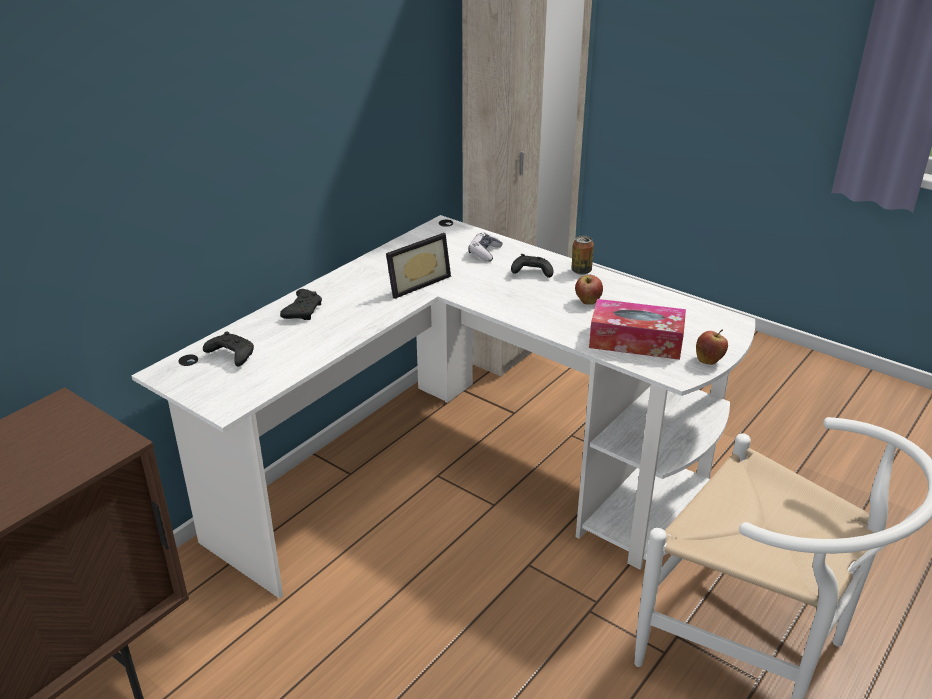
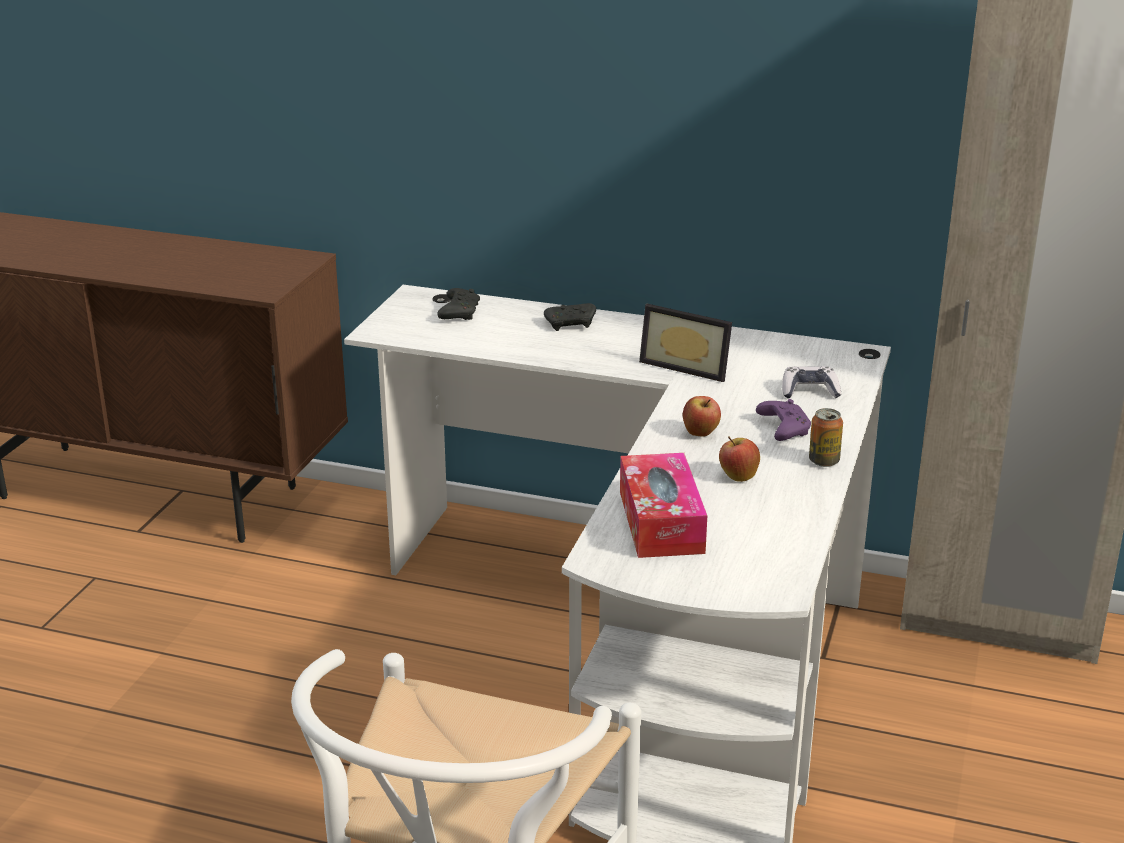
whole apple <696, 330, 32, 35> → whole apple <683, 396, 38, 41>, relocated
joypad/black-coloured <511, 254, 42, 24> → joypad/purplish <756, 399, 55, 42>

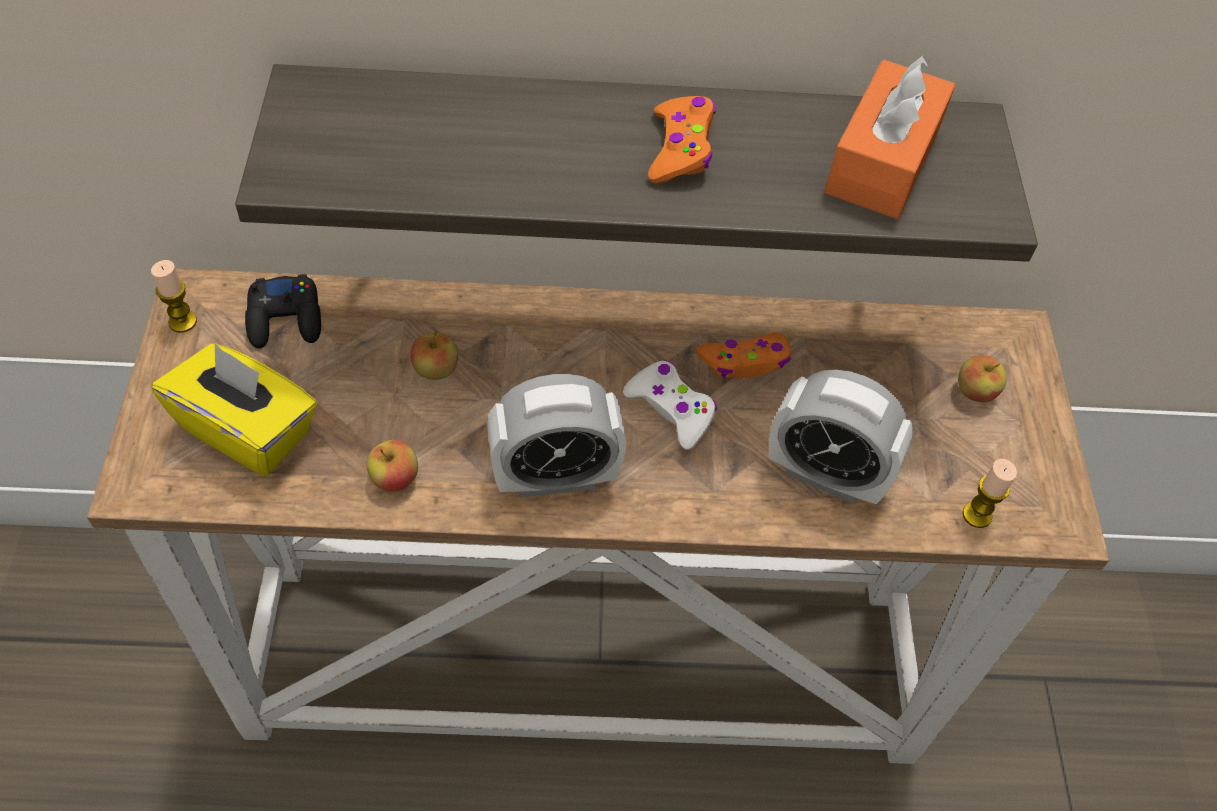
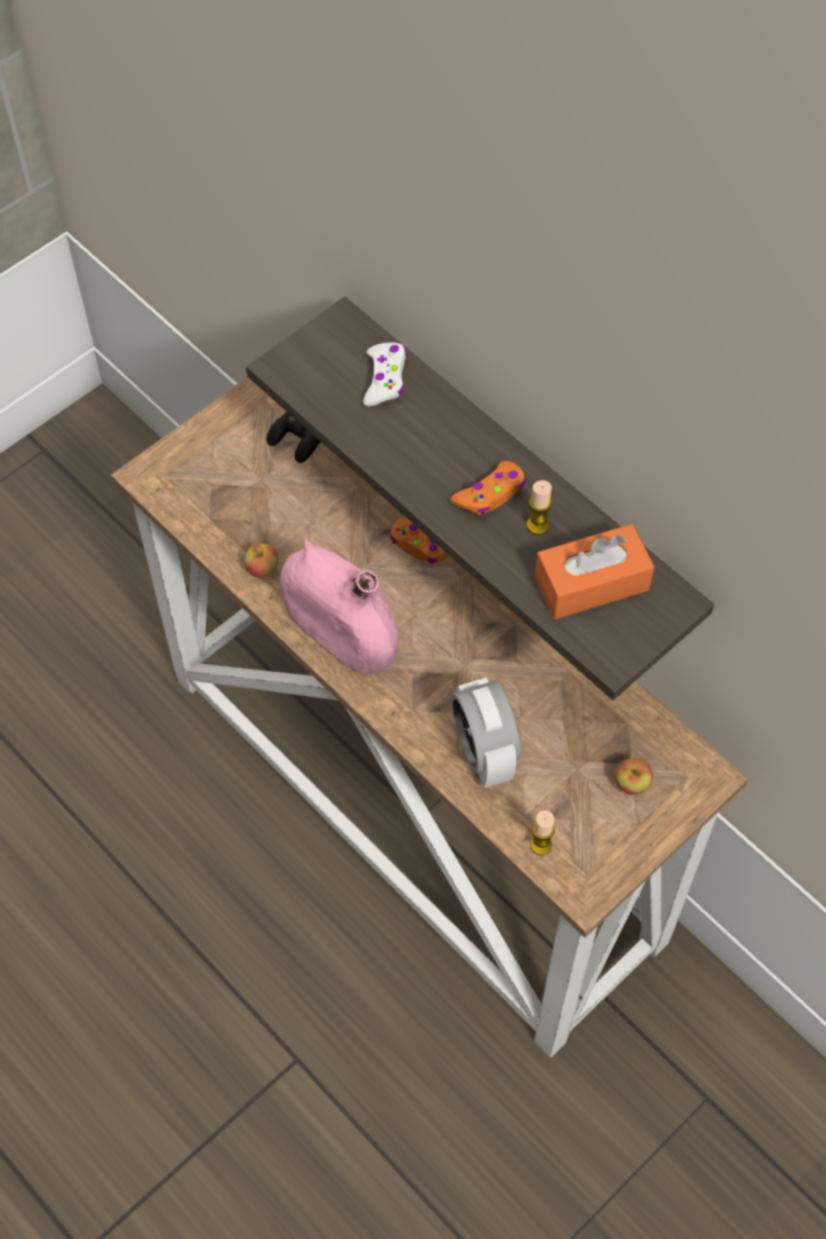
alarm clock <487, 374, 140, 123> → decorative vase/pink <280, 538, 119, 136>
joypad/white-coloured <623, 360, 94, 90> → joypad/white-coloured <363, 342, 44, 65>, relocated
joypad/orangey <696, 332, 95, 47> → joypad/orangey <390, 518, 59, 46>, relocated
wax candle <151, 260, 46, 73> → wax candle <527, 480, 25, 55>, relocated
box of tissues/yellow-coloured <152, 343, 165, 133> → -
whole apple <410, 331, 48, 49> → -

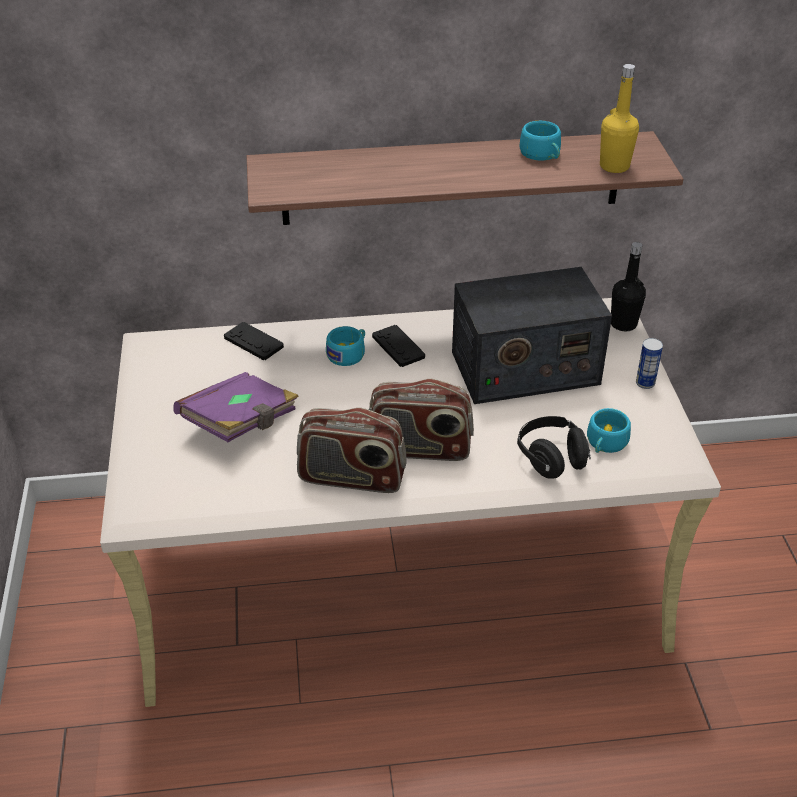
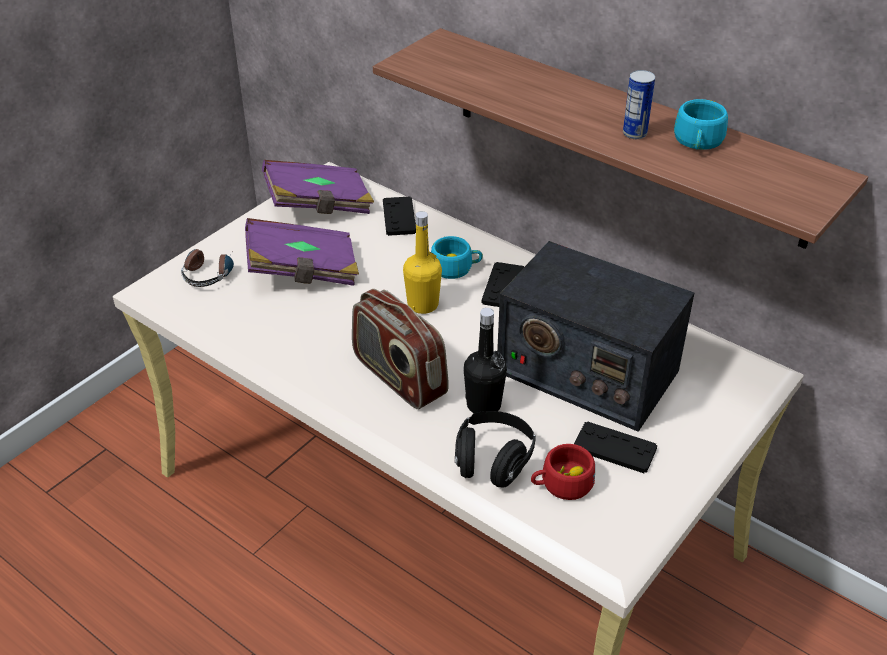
- → pair of headphones <181, 249, 53, 38>
- → volume/purplish <262, 160, 112, 54>
beverage bottle/yellow-coloured <600, 64, 39, 109> → beverage bottle/yellow-coloured <403, 211, 39, 103>, relocated
beverage bottle/black-coloured <611, 242, 35, 89> → beverage bottle/black-coloured <464, 308, 43, 105>, relocated
cup/turquoise-coloured <587, 408, 44, 45> → cup/red <531, 444, 64, 56>
- → joypad/black-coloured <574, 421, 83, 52>
sealed can <636, 338, 27, 51> → sealed can <623, 70, 32, 69>, relocated
radio <297, 408, 110, 85> → -

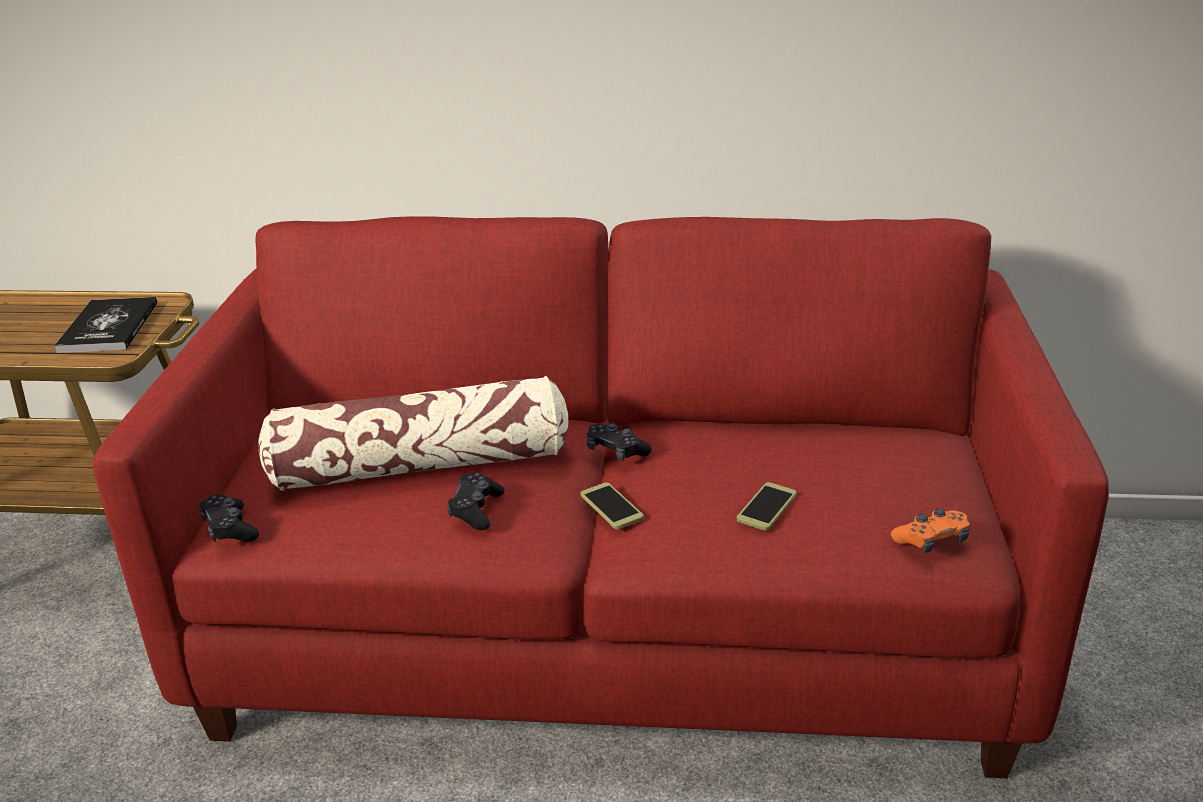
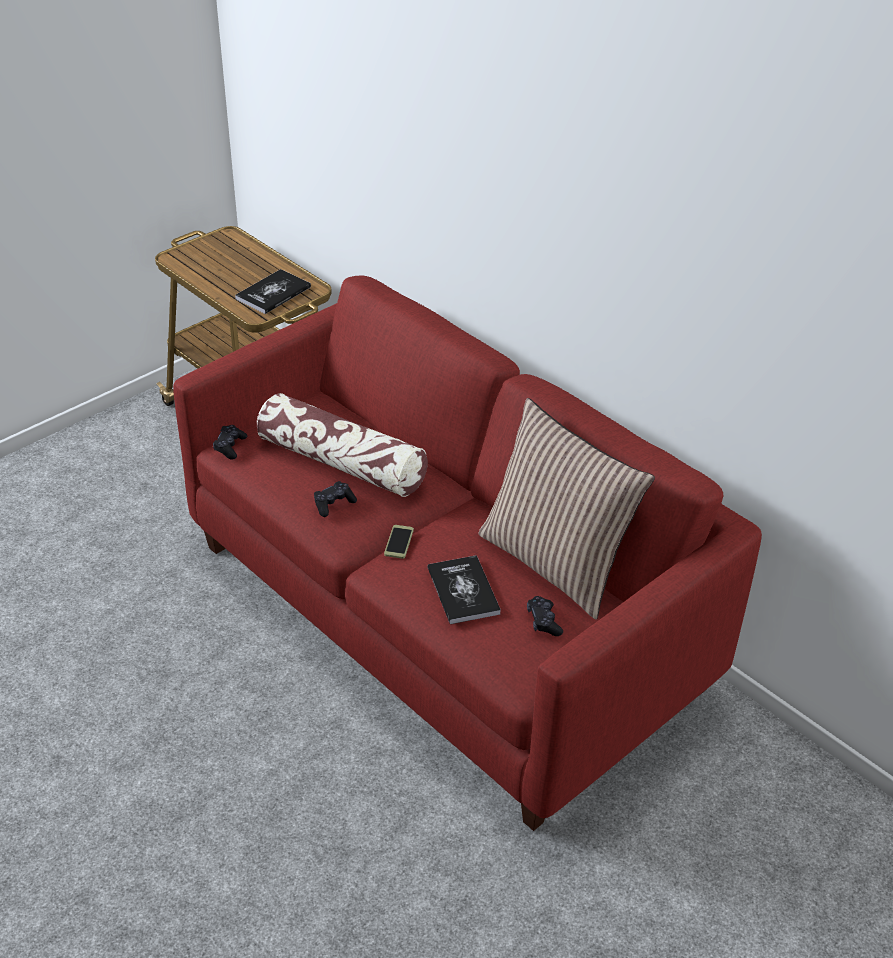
telephone <737, 482, 60, 49> → volume <427, 555, 74, 69>
- → cushion <478, 398, 177, 221>
joypad/black-coloured <587, 423, 65, 38> → joypad/black-coloured <527, 596, 36, 40>, relocated
joypad/orangey <891, 508, 79, 45> → -

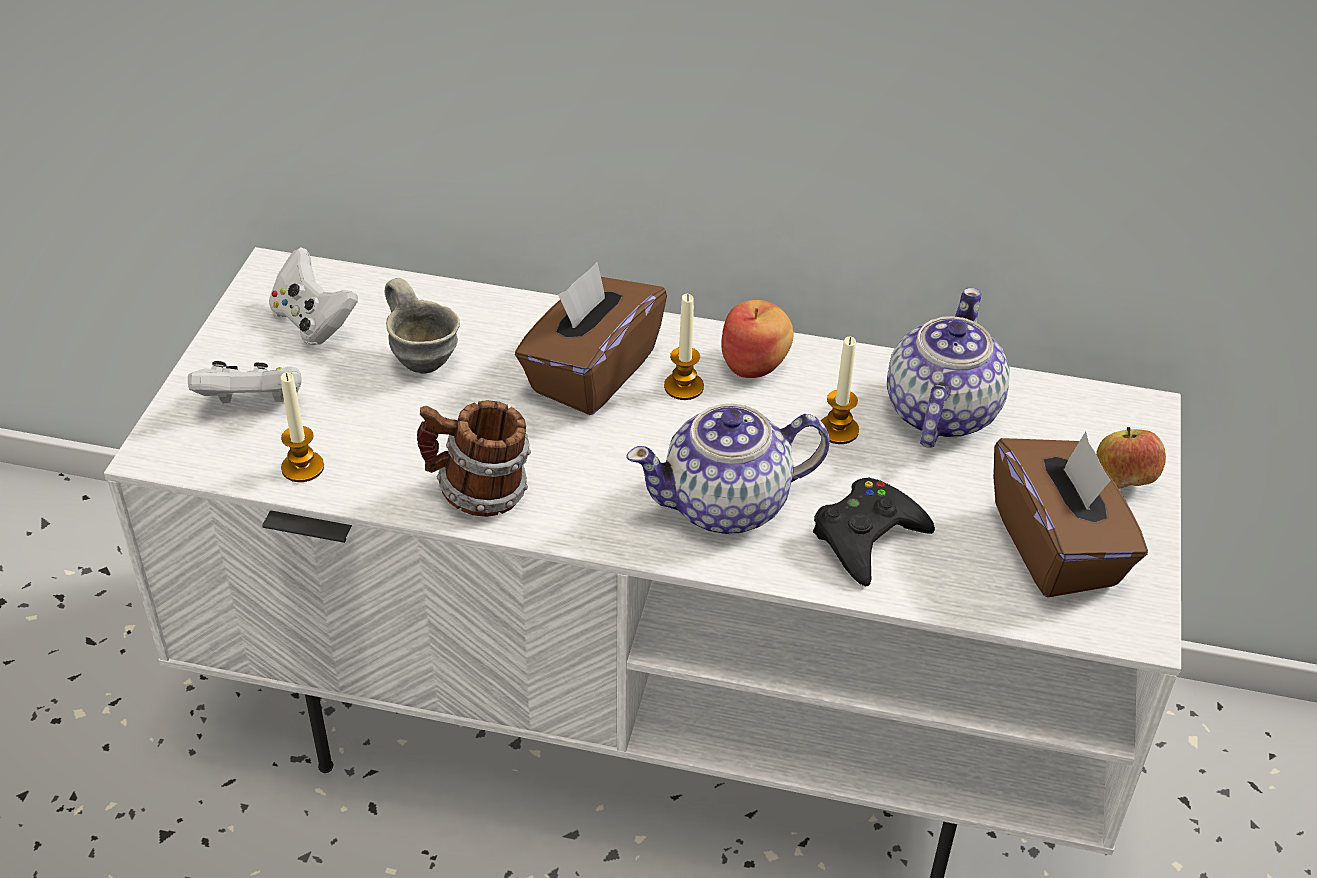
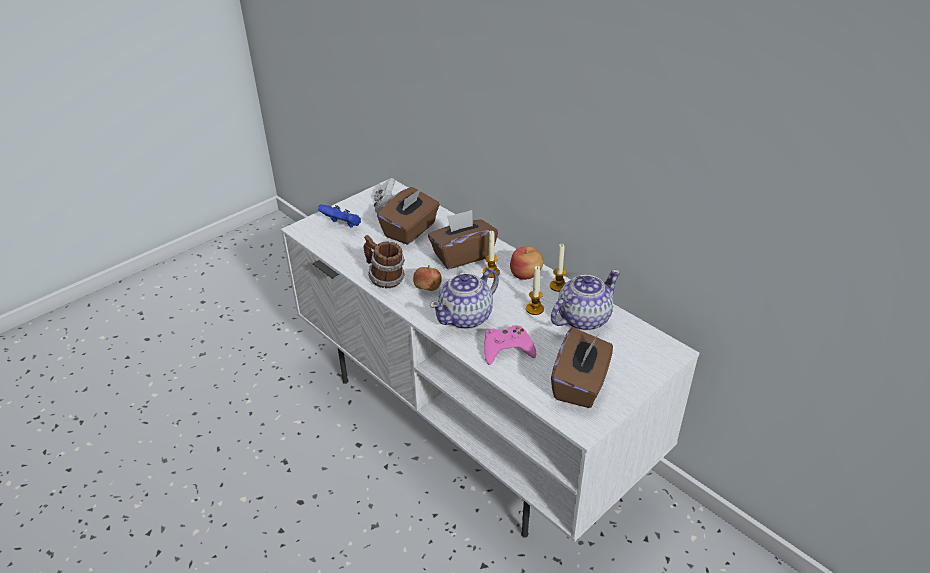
joypad/white-coloured <188, 361, 114, 43> → joypad/blue <318, 204, 43, 24>
coffee mug/grey <385, 278, 75, 96> → box of tissues/brown <377, 187, 63, 58>
whole apple <1096, 427, 70, 61> → whole apple <413, 265, 29, 26>, relocated
teapot <626, 404, 204, 130> → teapot <430, 269, 69, 60>, 60 degrees counterclockwise
joypad/black-coloured <813, 478, 122, 108> → joypad/pink <484, 325, 52, 40>
wax candle <281, 373, 43, 109> → wax candle <550, 244, 16, 48>, relocated

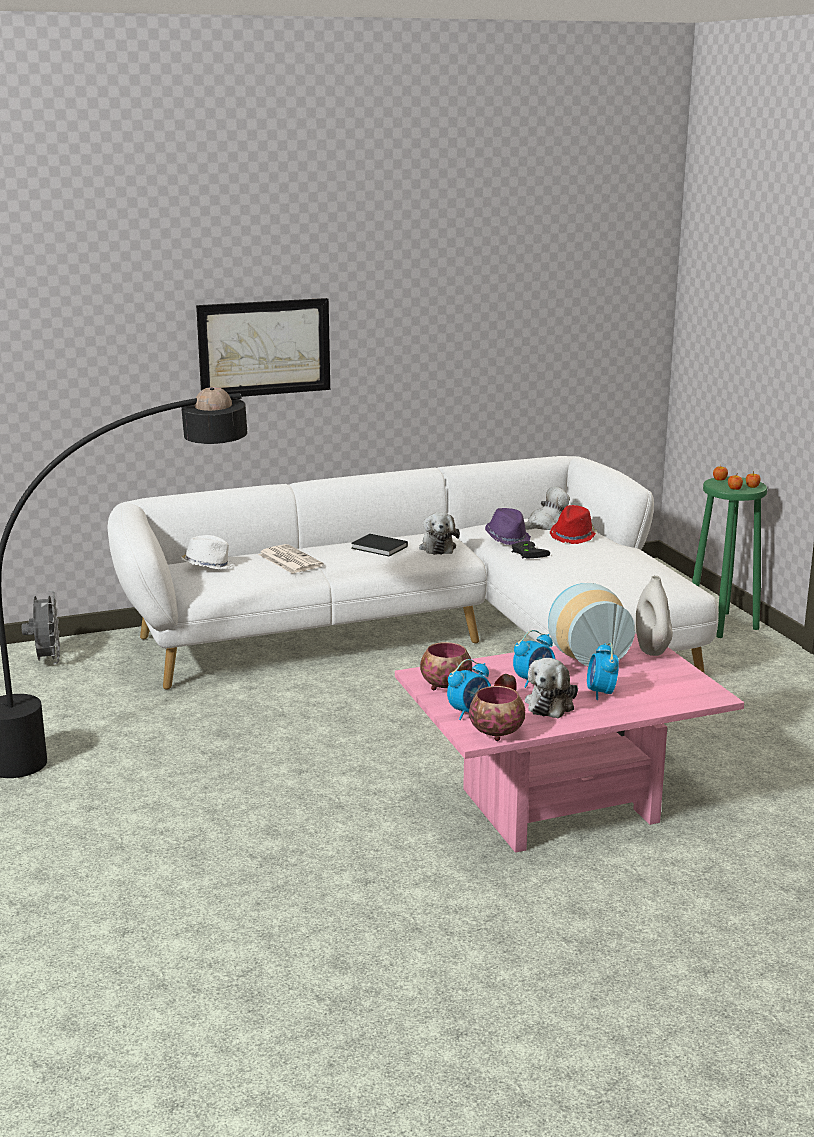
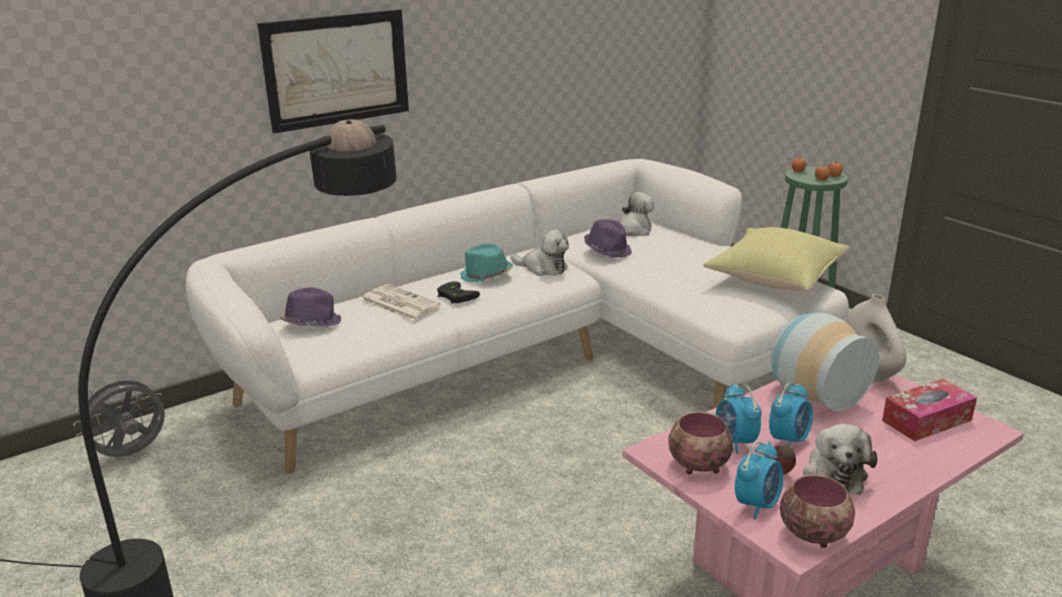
fan/grey <22, 591, 38, 73> → fan/grey <73, 374, 92, 83>, 105 degrees counterclockwise
hat/white-coloured <181, 535, 54, 34> → hat/purplish <279, 288, 62, 39>
joypad/black-coloured <512, 541, 38, 17> → joypad/black-coloured <437, 281, 43, 23>, relocated
volume/black-coloured <351, 534, 57, 23> → hat/turquoise-coloured <460, 243, 53, 40>
plush toy <419, 512, 41, 43> → plush toy <510, 229, 59, 47>, 45 degrees counterclockwise
- → cushion/yellow-coloured <703, 227, 146, 64>
alarm clock <587, 642, 32, 58> → alarm clock <715, 384, 47, 70>, relocated
- → box of tissues <882, 379, 95, 62>
hat/red <550, 505, 47, 39> → -

